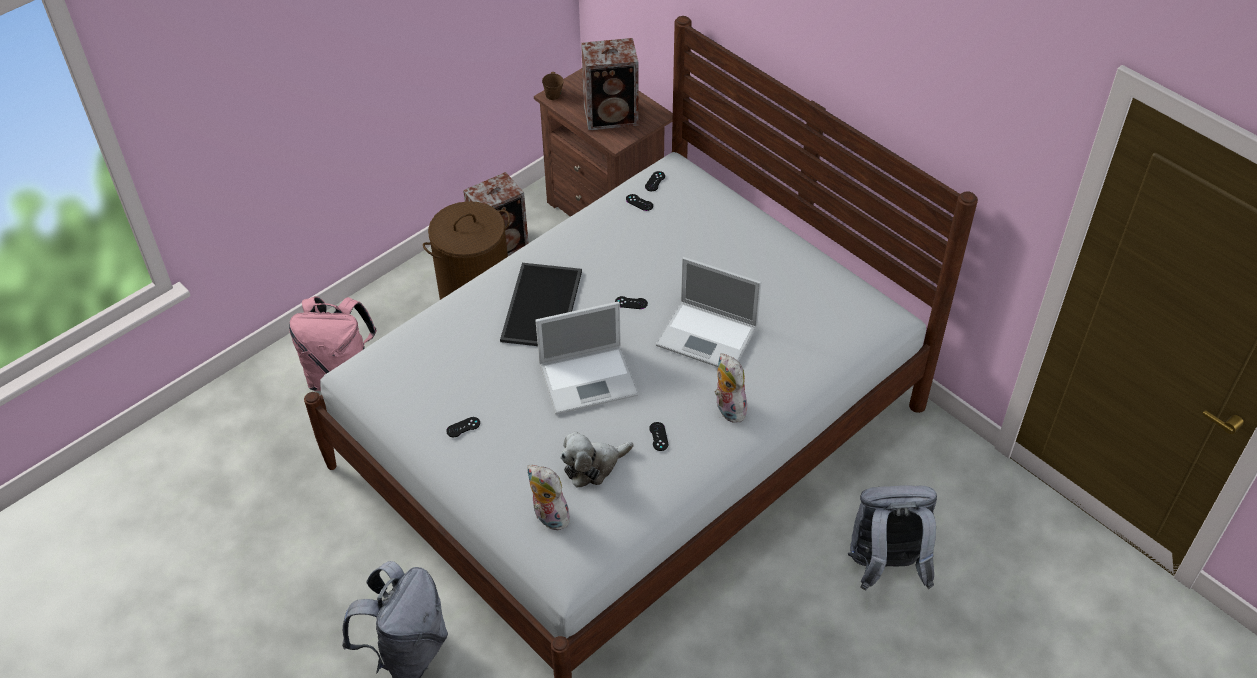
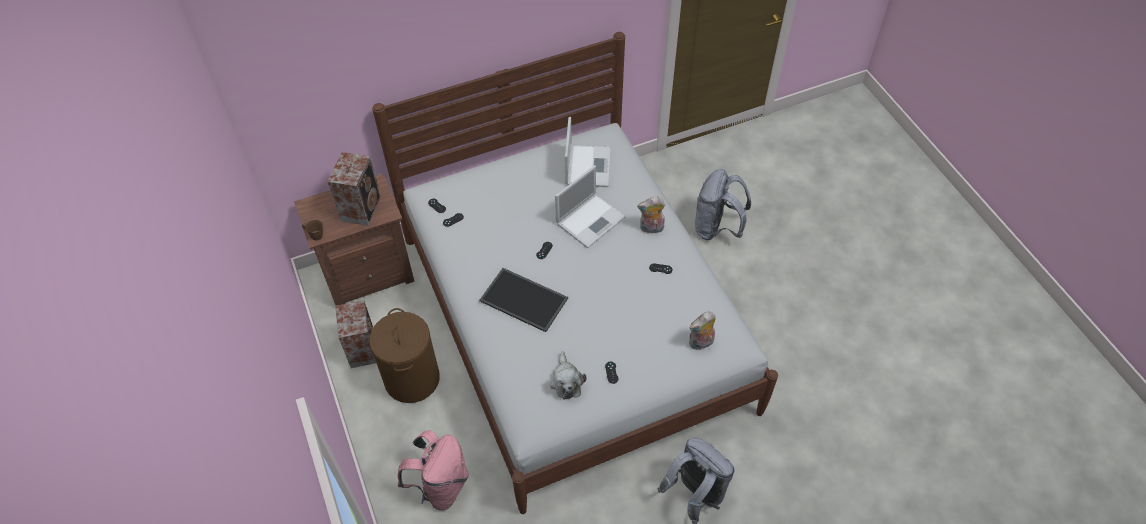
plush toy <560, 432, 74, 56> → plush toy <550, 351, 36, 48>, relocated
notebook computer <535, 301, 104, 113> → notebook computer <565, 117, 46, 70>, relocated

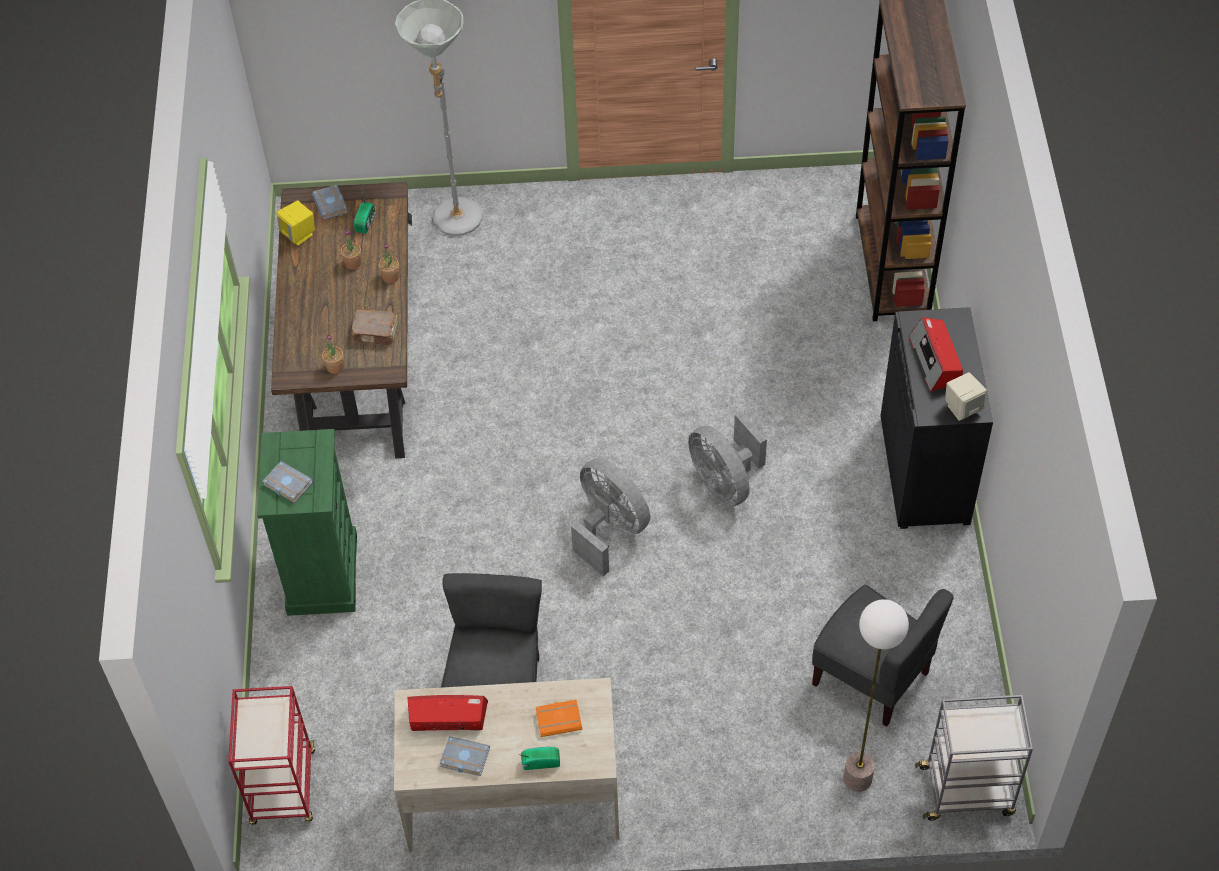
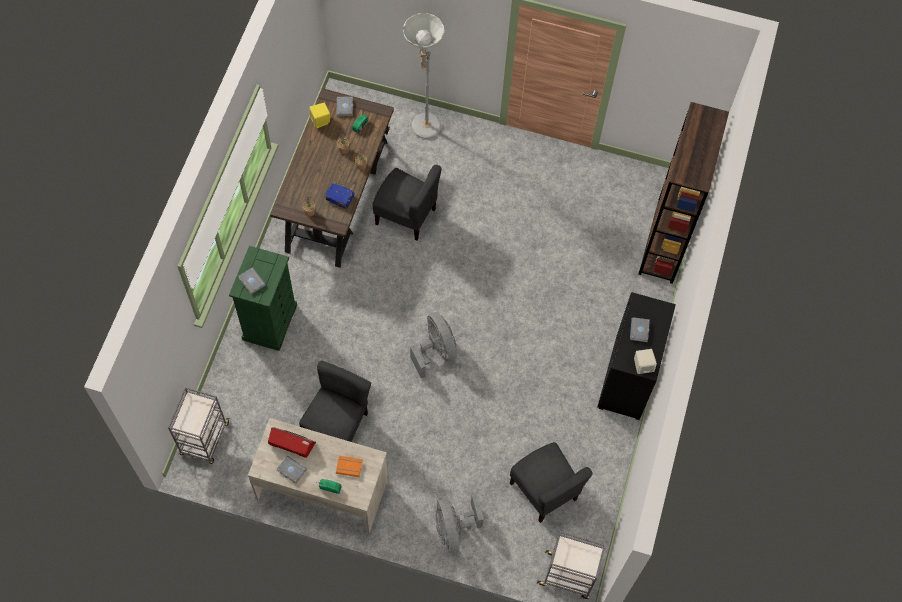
wheeled cart/red <228, 686, 87, 139> → wheeled cart/grey <168, 387, 61, 77>
volume/brown <351, 309, 47, 36> → volume/blue <324, 182, 30, 27>
- → upright chair/grey <373, 165, 69, 76>
fan/grey <688, 411, 79, 95> → fan/grey <435, 494, 49, 60>, relocated
radio <909, 317, 54, 75> → volume/grey <630, 317, 20, 25>
standing lamp <844, 599, 65, 193> → -

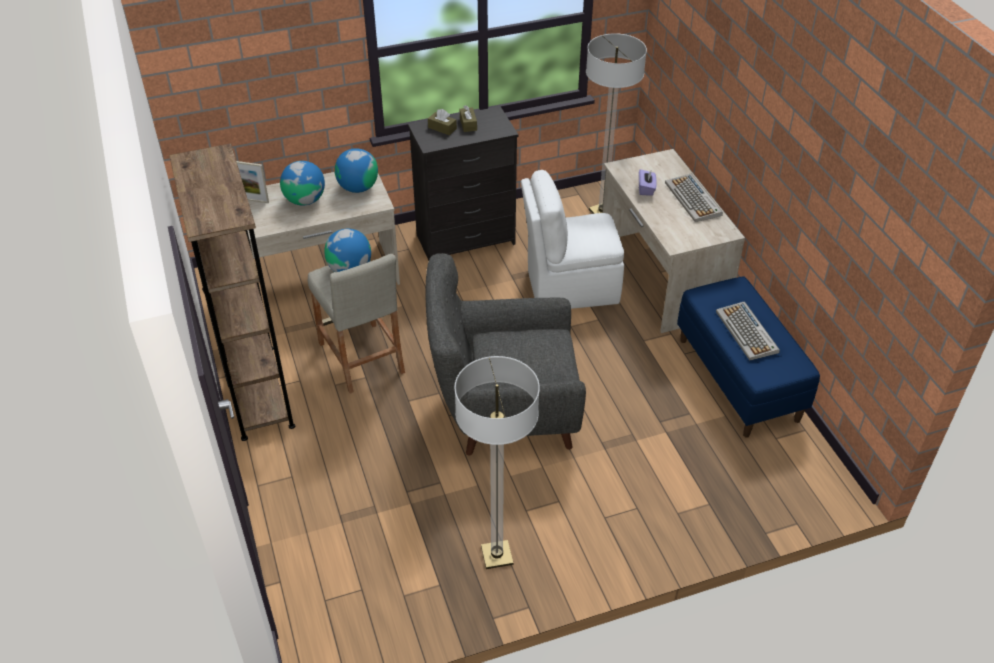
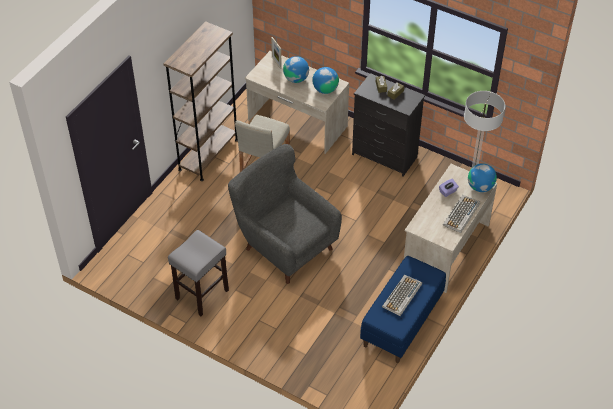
standing lamp <454, 356, 86, 213> → stool/grey <168, 230, 61, 86>
desk globe <324, 229, 47, 43> → desk globe <468, 163, 29, 29>, relocated
upright chair/white-coloured <521, 170, 103, 139> → -

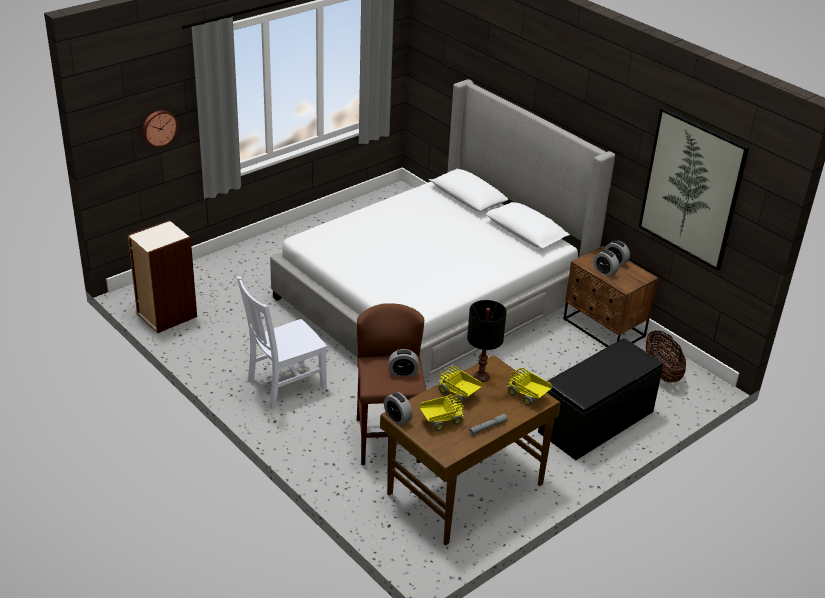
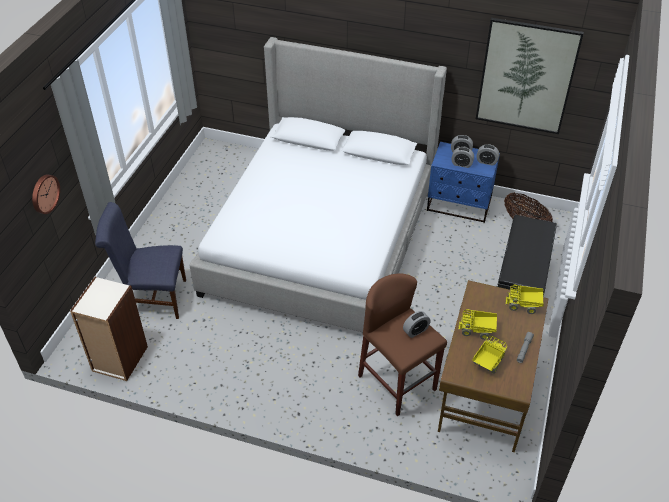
- → upright chair/blue <95, 202, 91, 117>
bedside table/brown <564, 246, 94, 101> → bedside table/blue <427, 142, 73, 81>
alarm clock <384, 392, 29, 34> → alarm clock <476, 144, 23, 22>, relocated
upright chair/white-coloured <237, 276, 90, 133> → -
table lamp/black-coloured <467, 300, 40, 82> → -

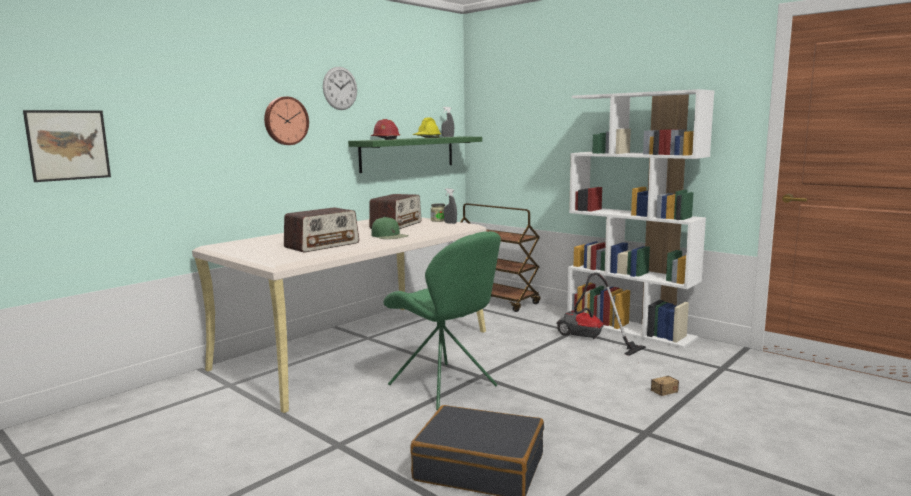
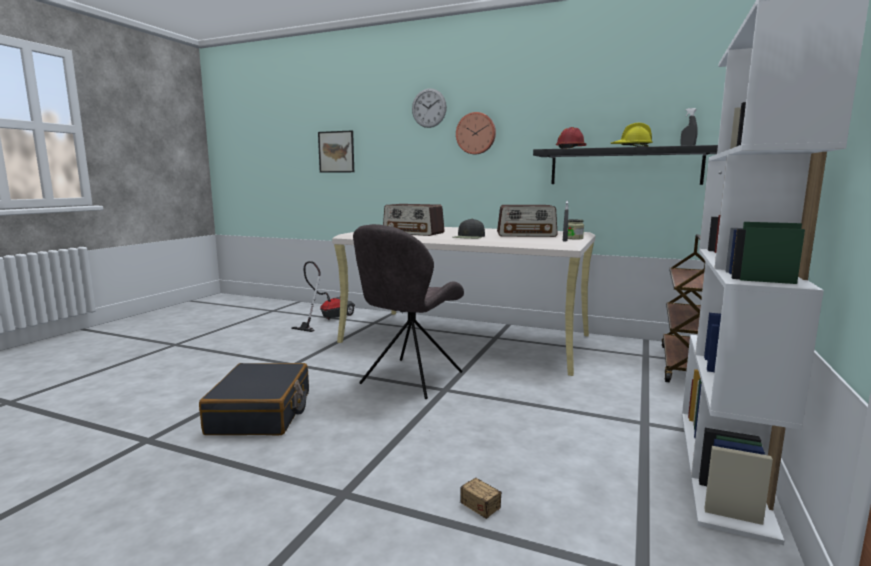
vacuum cleaner <557, 273, 89, 83> → vacuum cleaner <291, 261, 64, 71>, relocated
upright chair/green-coloured <383, 231, 118, 179> → upright chair/grey <353, 224, 111, 175>
clock on the wall <323, 67, 34, 43> → clock on the wall <412, 88, 35, 40>, relocated
cap/green-coloured <371, 217, 38, 22> → cap/black-coloured <452, 219, 33, 20>
wall shelf/green-coloured <348, 137, 134, 36> → wall shelf/black-coloured <533, 145, 185, 40>

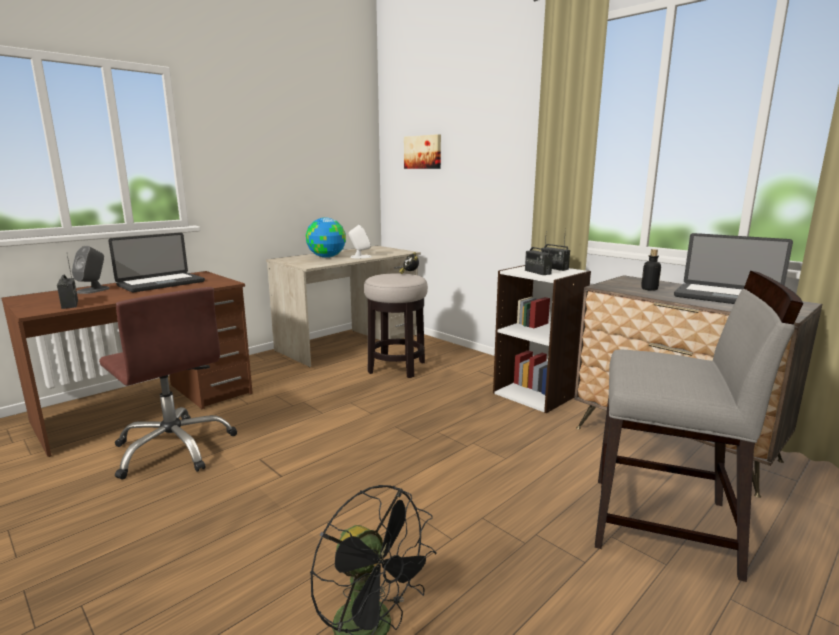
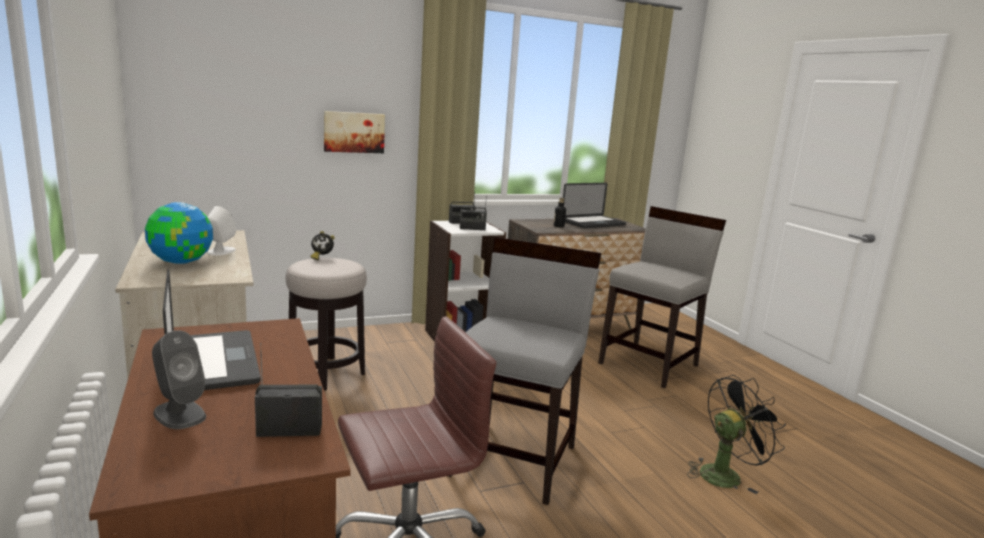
picture <404, 134, 37, 35> → picture <324, 111, 61, 42>, relocated
- → upright chair/grey <448, 237, 153, 268>

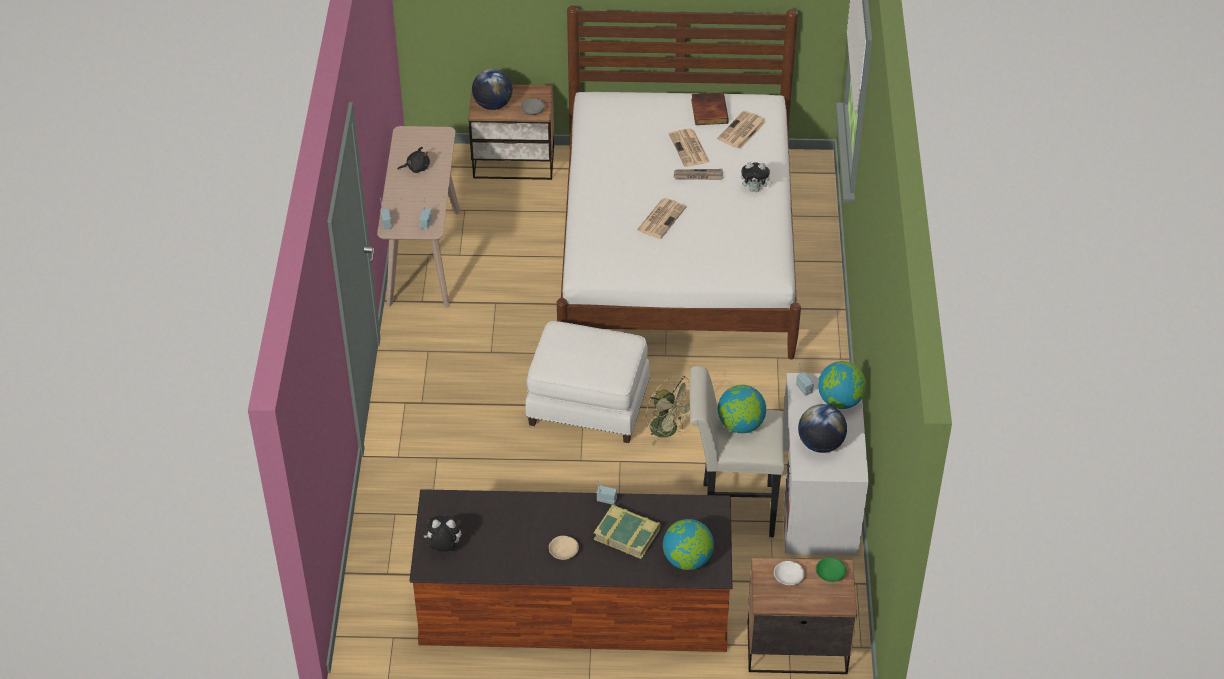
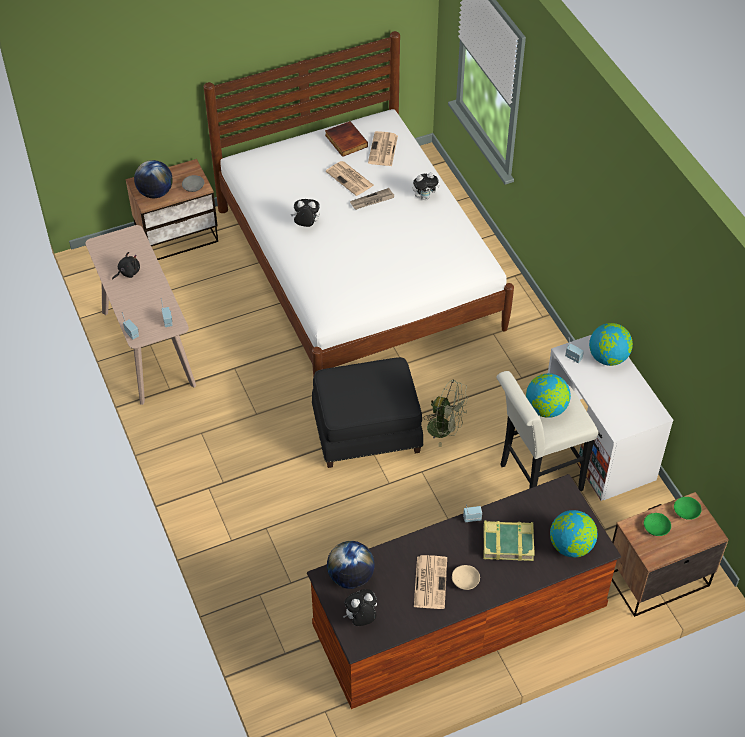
- → plush toy <291, 199, 29, 28>
ottoman/white-coloured <525, 321, 125, 122> → ottoman/black-coloured <312, 357, 112, 111>
desk globe <798, 404, 49, 49> → desk globe <327, 541, 48, 48>, relocated
printed paper <637, 198, 49, 41> → printed paper <414, 555, 33, 54>, relocated
deep dish/white-coloured <774, 561, 30, 24> → deep dish/green-coloured <644, 513, 27, 23>

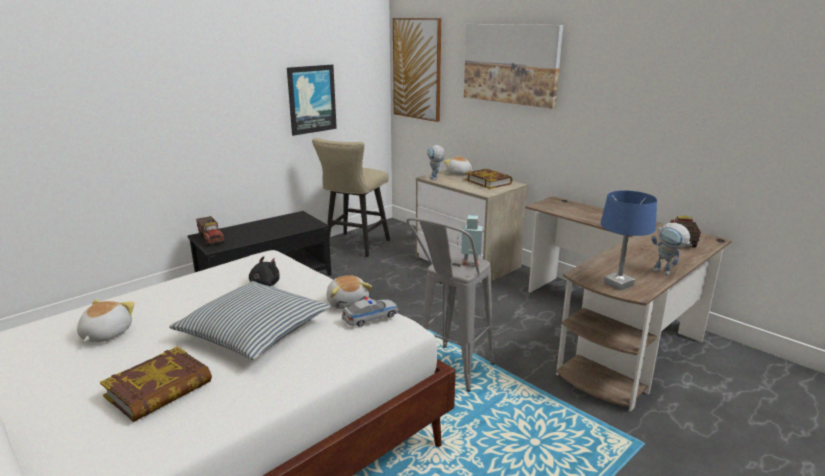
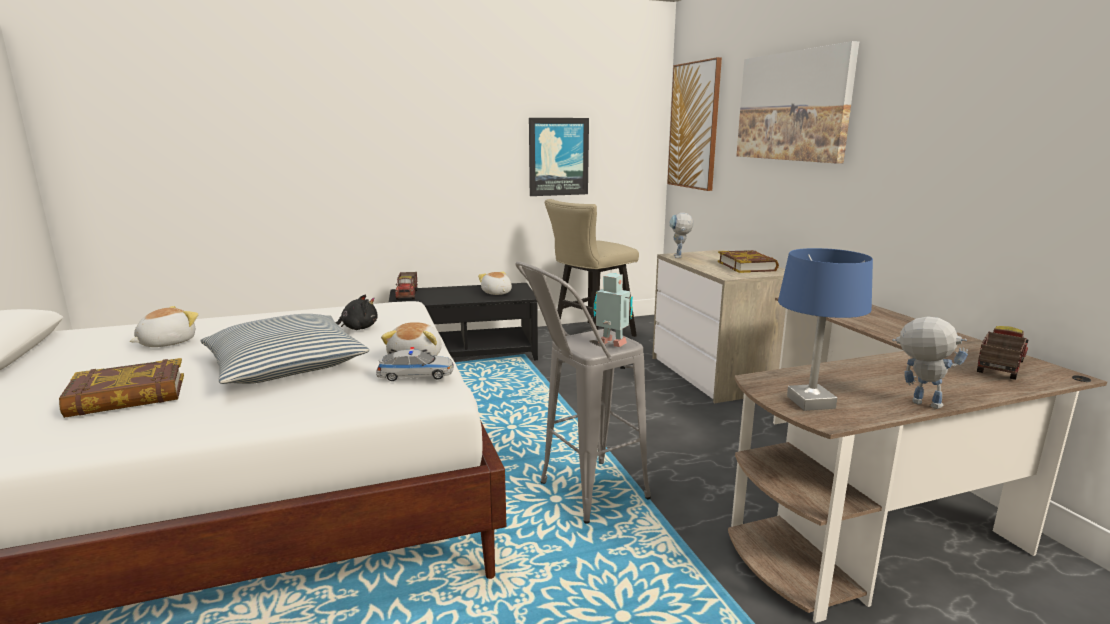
plush toy <444, 156, 29, 19> → plush toy <478, 272, 34, 23>, relocated
toy robot <651, 223, 41, 52> → toy robot <892, 316, 76, 93>, 150 degrees clockwise

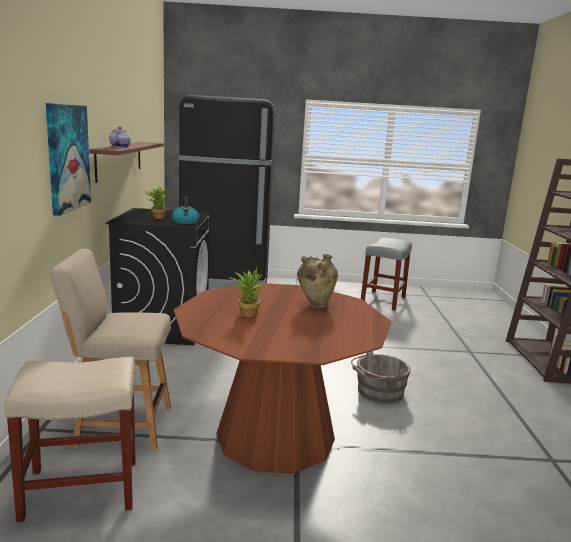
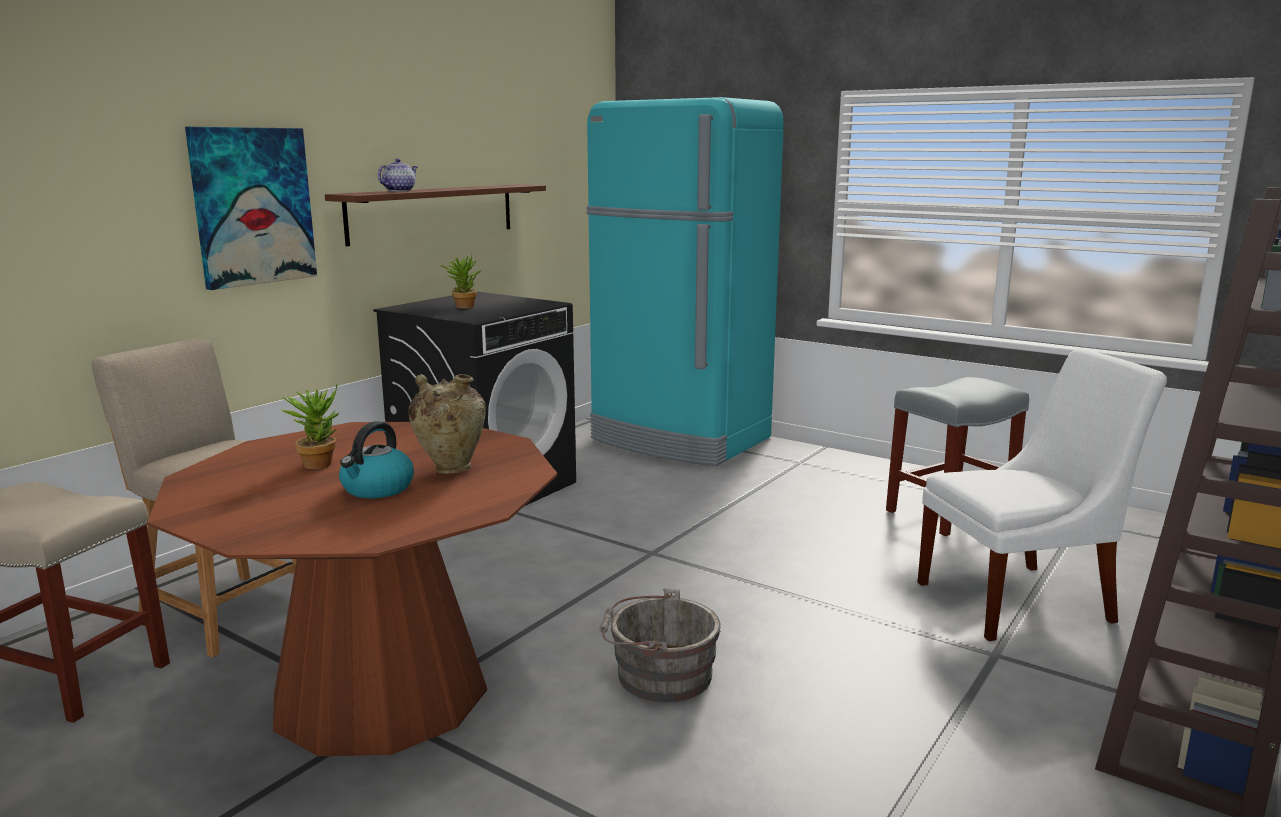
tea kettle <172, 197, 27, 27> → tea kettle <339, 421, 75, 77>, relocated
refrigerator/black-coloured <178, 95, 98, 195> → refrigerator/turquoise-coloured <587, 97, 197, 369>
- → upright chair/white-coloured <918, 349, 249, 292>

